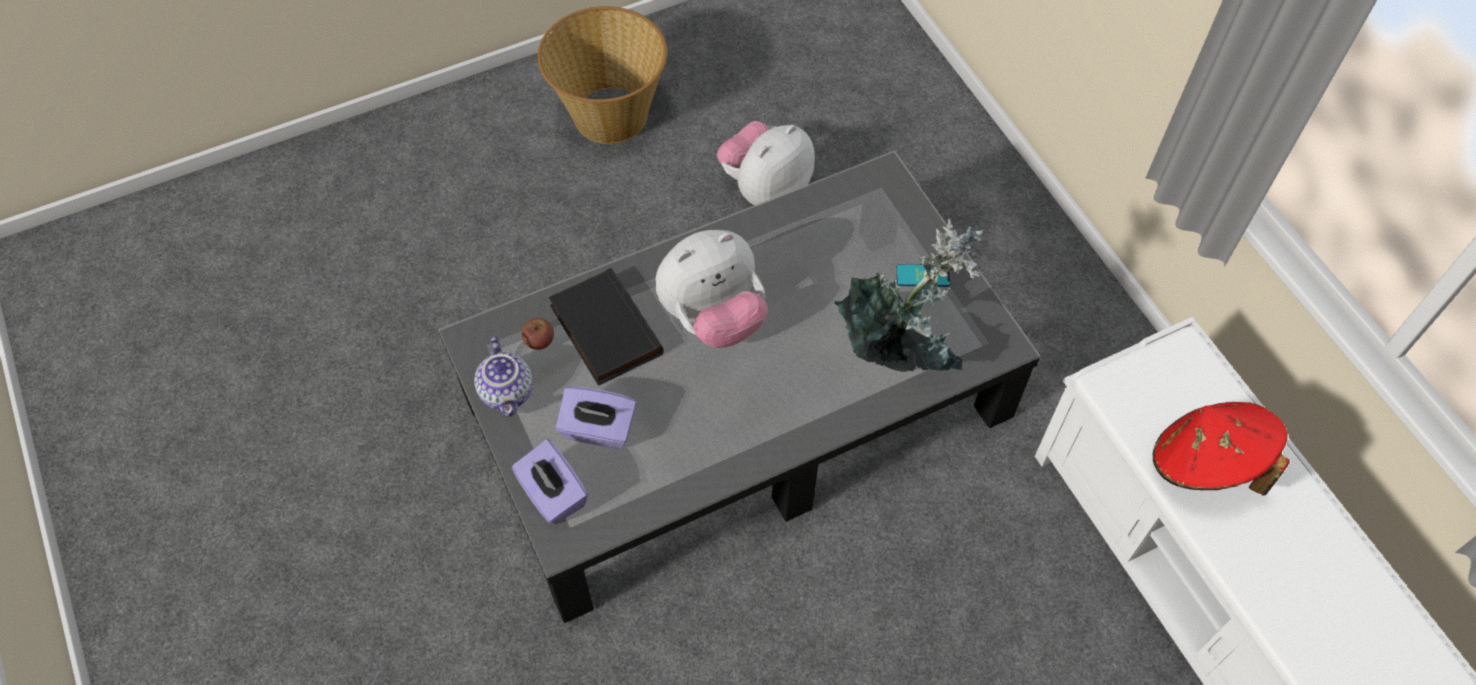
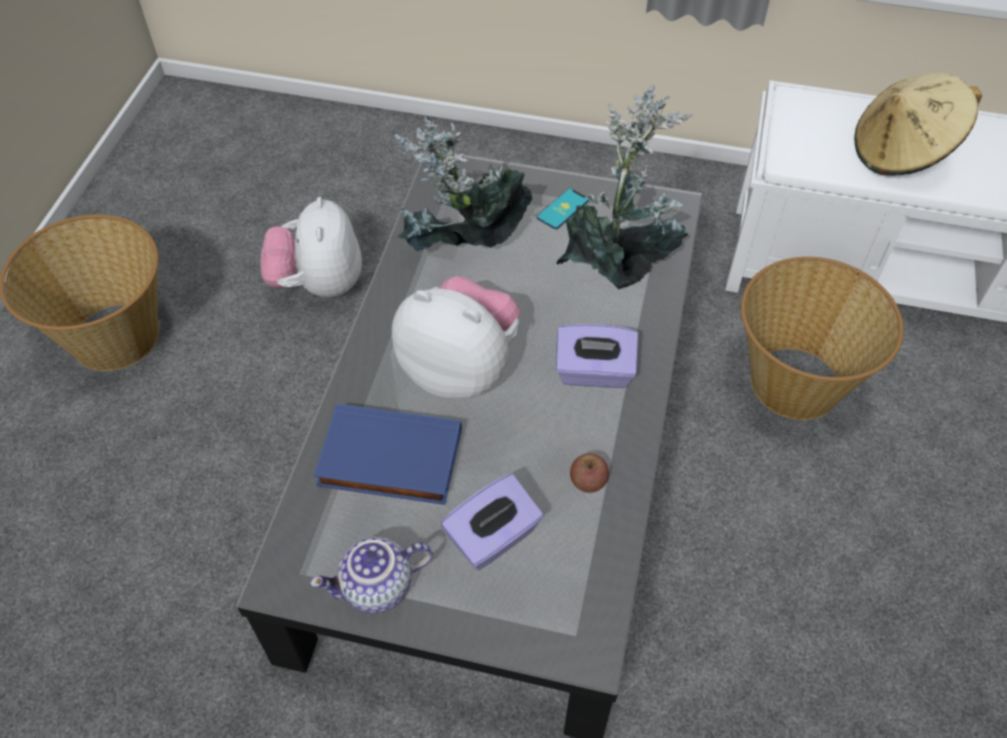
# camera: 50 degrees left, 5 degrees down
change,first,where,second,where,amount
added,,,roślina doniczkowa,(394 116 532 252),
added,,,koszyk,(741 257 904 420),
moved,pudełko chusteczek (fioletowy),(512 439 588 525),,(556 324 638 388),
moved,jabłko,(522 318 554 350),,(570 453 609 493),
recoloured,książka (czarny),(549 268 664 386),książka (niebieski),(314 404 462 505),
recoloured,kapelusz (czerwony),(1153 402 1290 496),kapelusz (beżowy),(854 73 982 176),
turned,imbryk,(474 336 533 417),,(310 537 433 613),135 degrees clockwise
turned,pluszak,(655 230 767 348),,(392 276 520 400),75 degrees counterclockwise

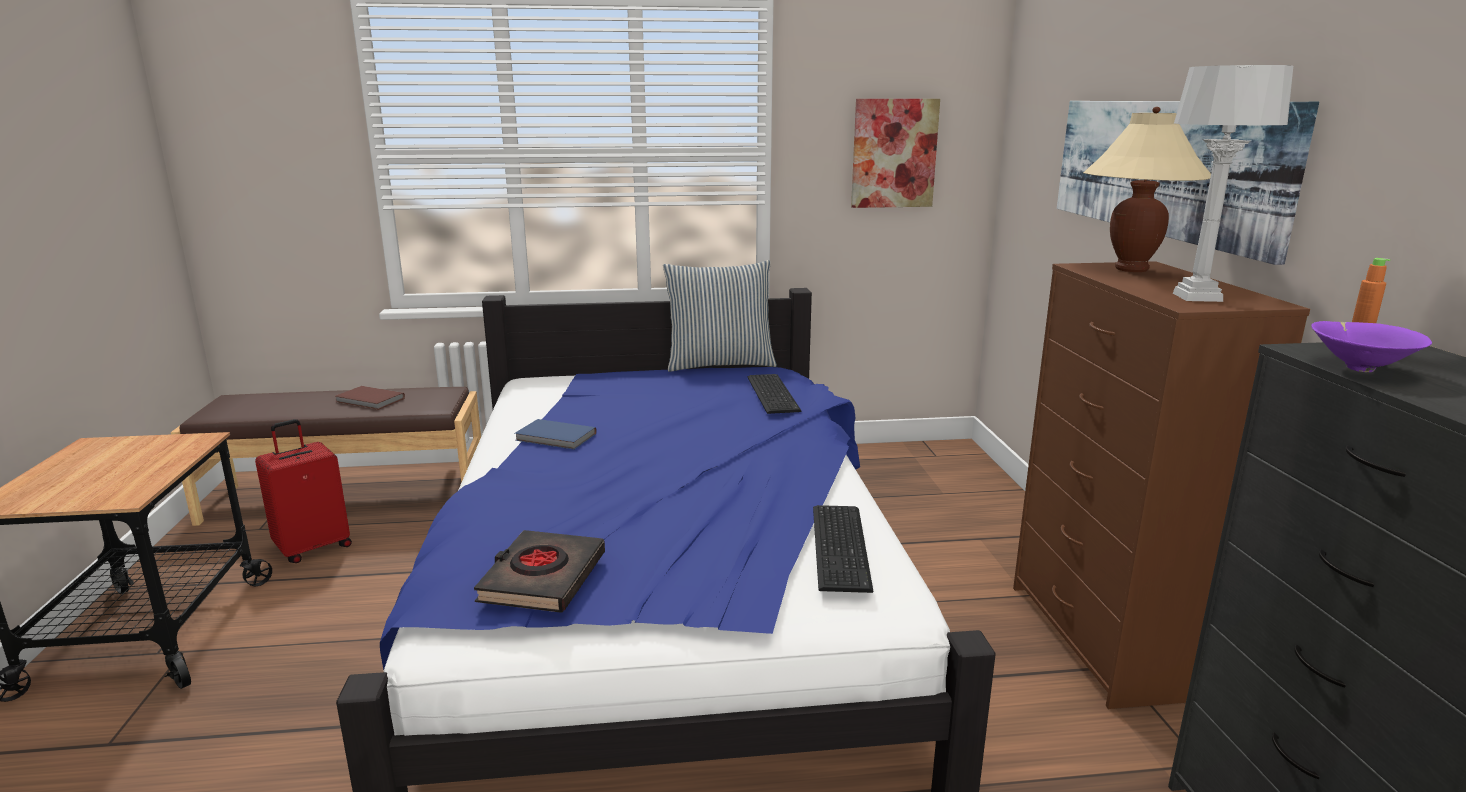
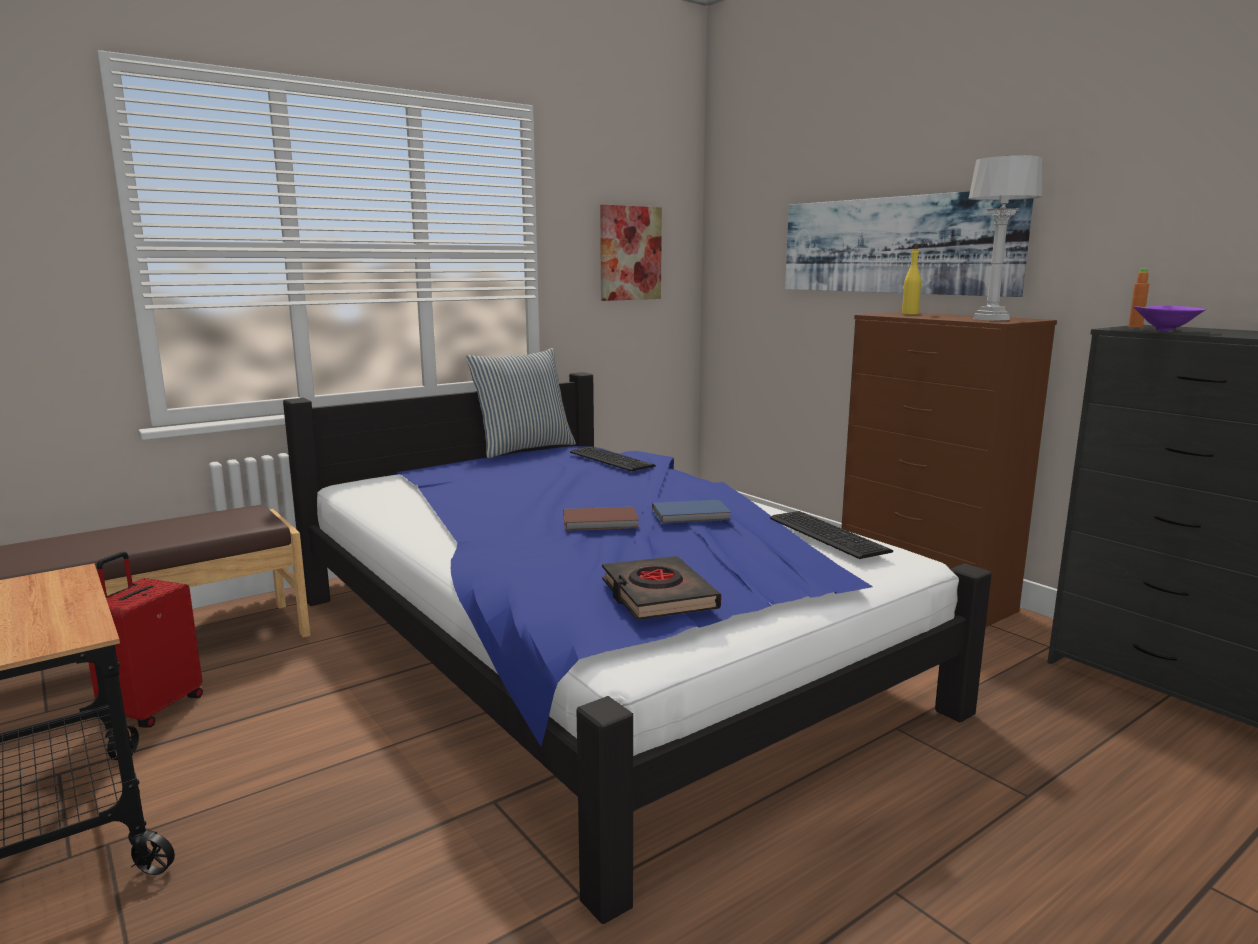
# camera: 30 degrees left, 5 degrees down
change,first,where,second,where,amount
moved,książka (brązowy),(336 386 405 410),,(563 507 639 531),
moved,książka (niebieski),(515 419 597 450),,(652 500 731 524),
replaced,lampa stołowa (beżowy),(1083 107 1211 272),butelka (żółty),(902 243 921 315),

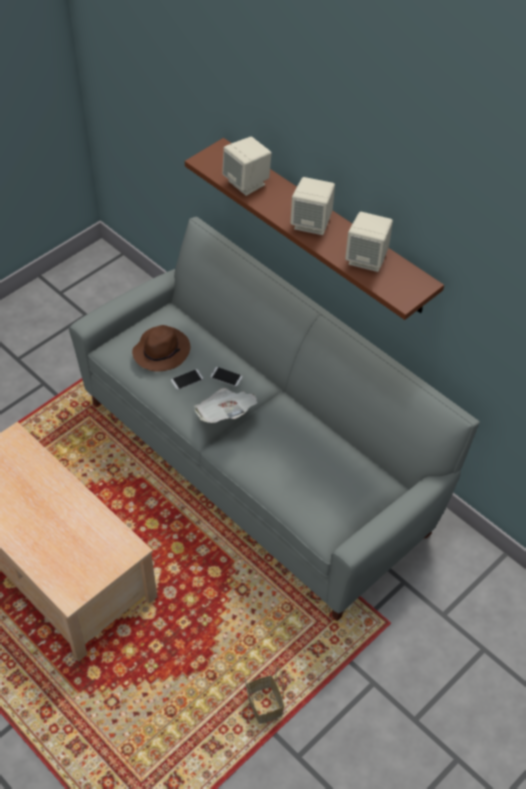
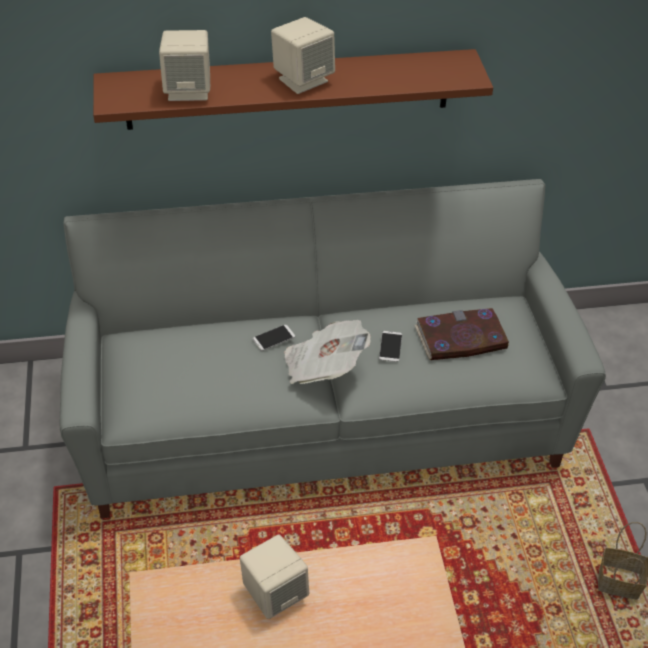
# camera: 55 degrees left, 5 degrees down
change,first,where,second,where,amount
removed,kapelusz (brązowy),(132 325 191 372),,,
added,,,książka,(415 308 509 360),
moved,telefon,(171 369 204 390),,(379 331 402 362),
moved,głośnik (beżowy),(345 212 393 272),,(240 534 309 619),

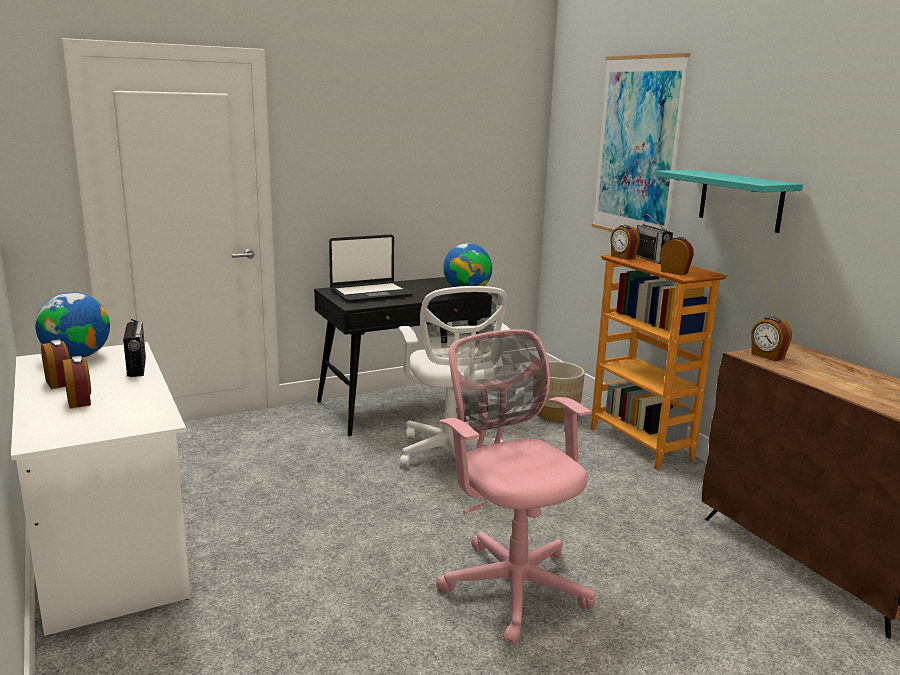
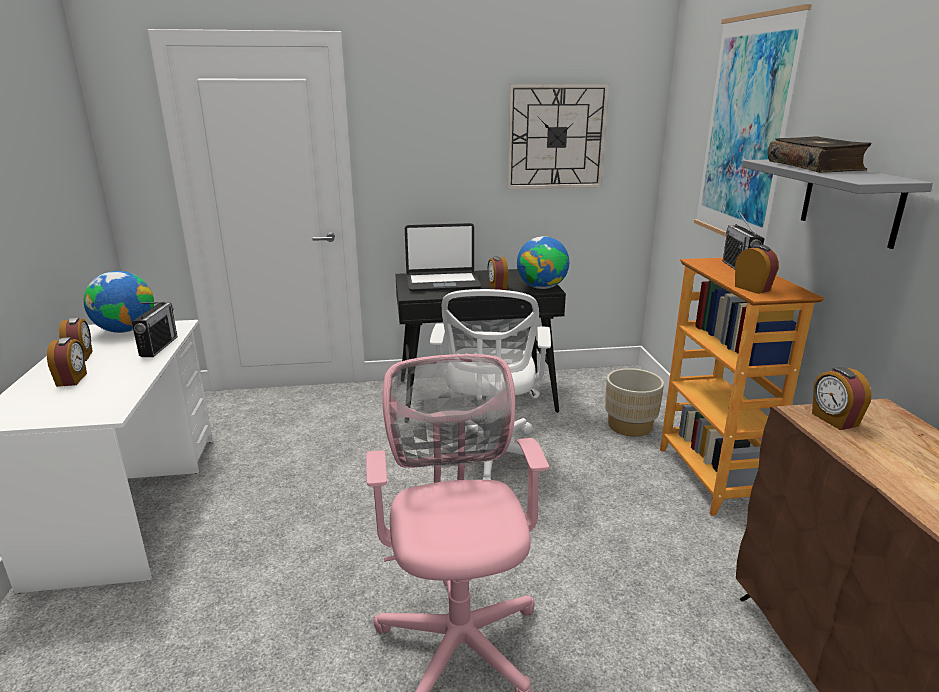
# camera: 20 degrees right, 5 degrees up
change,first,where,second,where,amount
added,,,zegar ścienny,(507 84 610 189),
added,,,książka,(768 136 872 173),
moved,budzik,(610 225 640 260),,(487 256 508 290),
recoloured,półka (turkusowy),(656 170 803 233),półka (szary),(742 160 933 249),

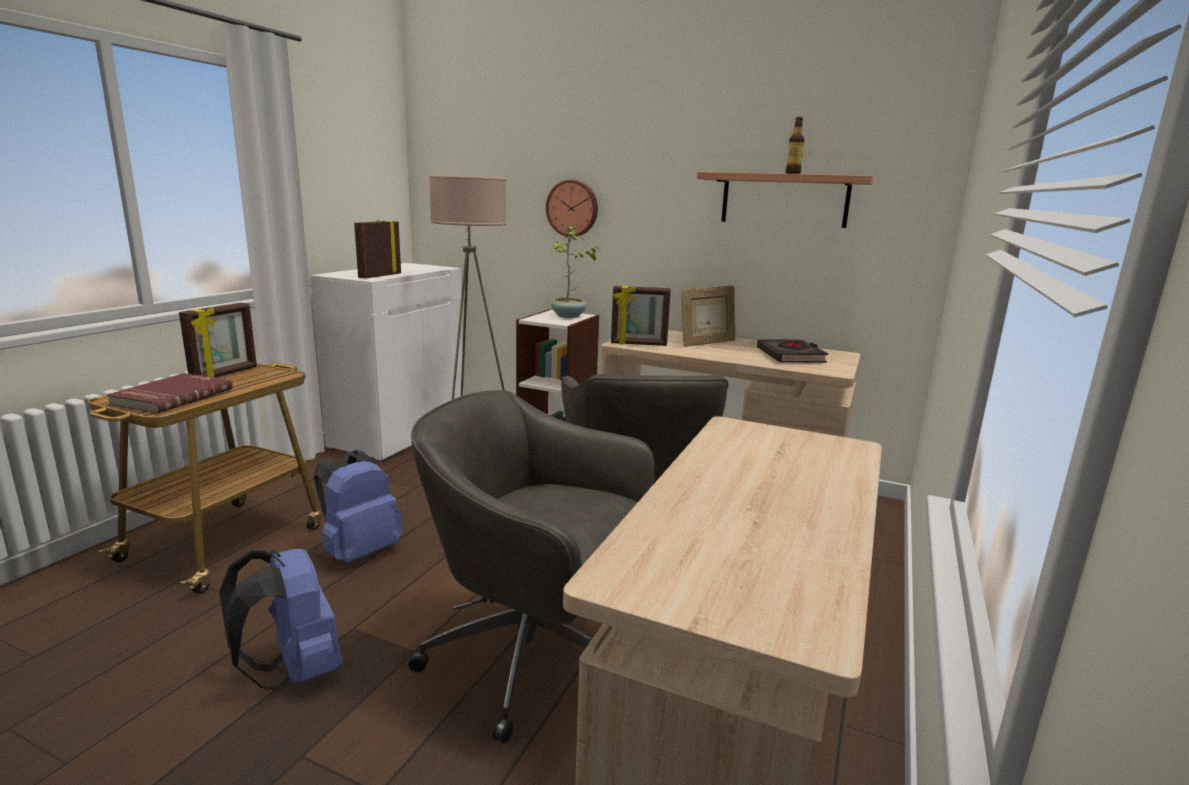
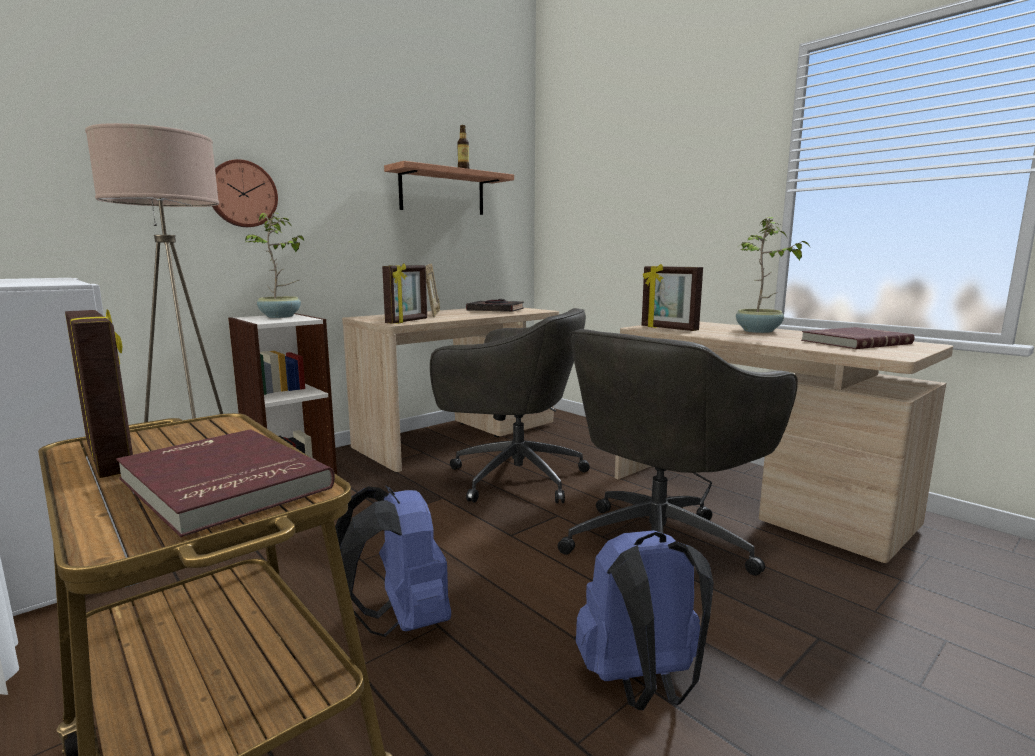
# camera: 65 degrees left, 5 degrees down
change,first,where,second,where,amount
added,,,roślina doniczkowa,(736 217 809 333),
added,,,książka (czerwony),(801 327 914 349),
moved,ramka na zdjęcie,(354 219 401 279),,(642 264 703 331),

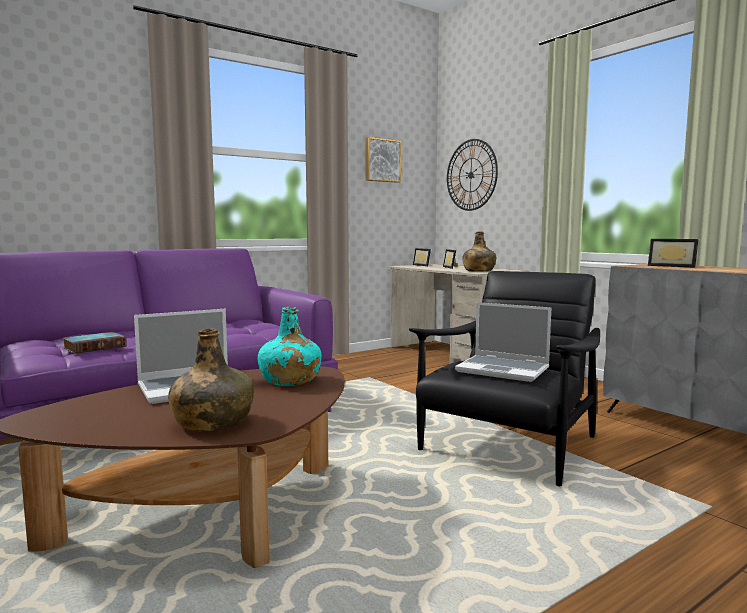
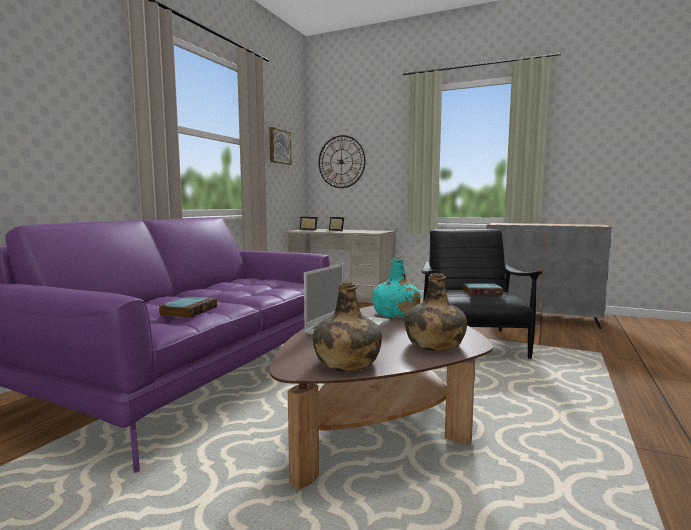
# camera: 30 degrees left, 0 degrees up
change,first,where,second,where,amount
removed,ramka na zdjęcie,(648 239 698 268),,,
moved,butelka (zielony),(462 231 496 272),,(313 282 382 371),
replaced,laptop,(455 302 552 382),książka,(462 284 503 295),

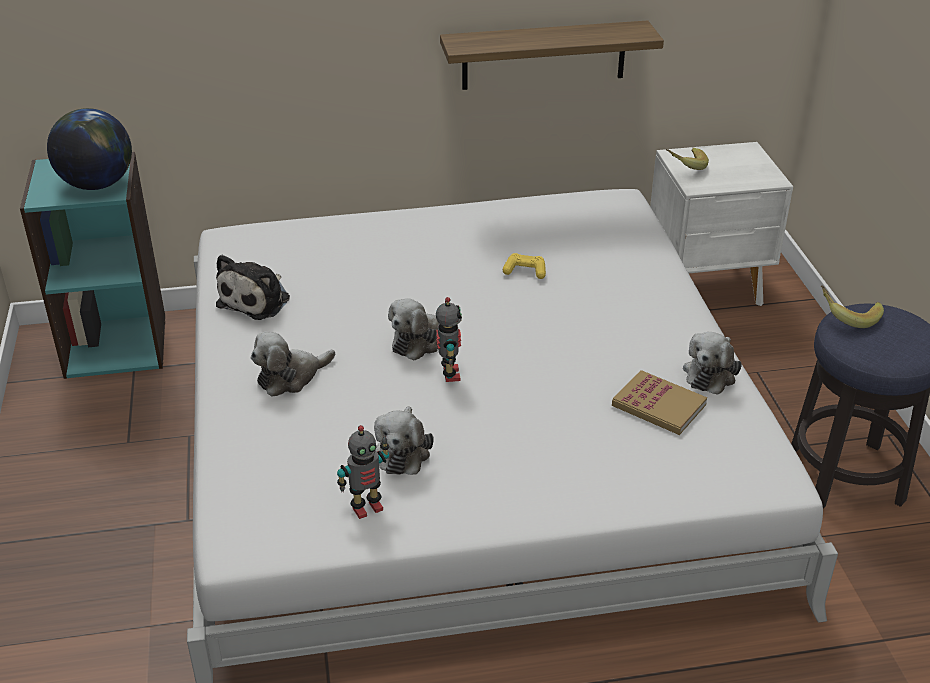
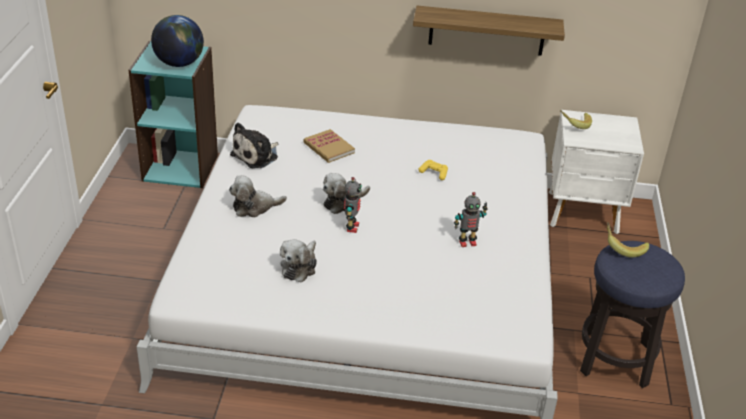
# camera: 15 degrees right, 0 degrees up
change,first,where,second,where,amount
removed,pluszak,(683 332 742 395),,,
moved,robot zabawkowy,(337 425 389 519),,(454 192 488 247),
moved,książka,(612 370 707 435),,(304 129 355 163),

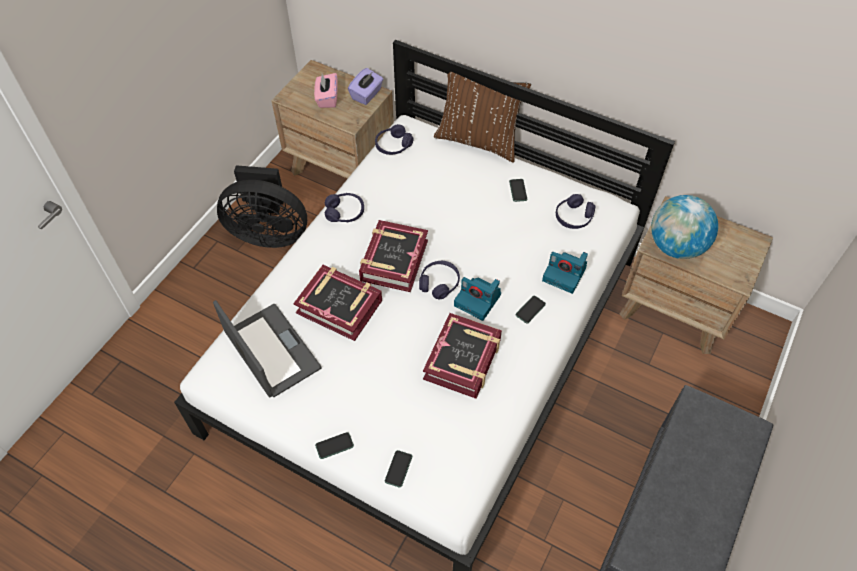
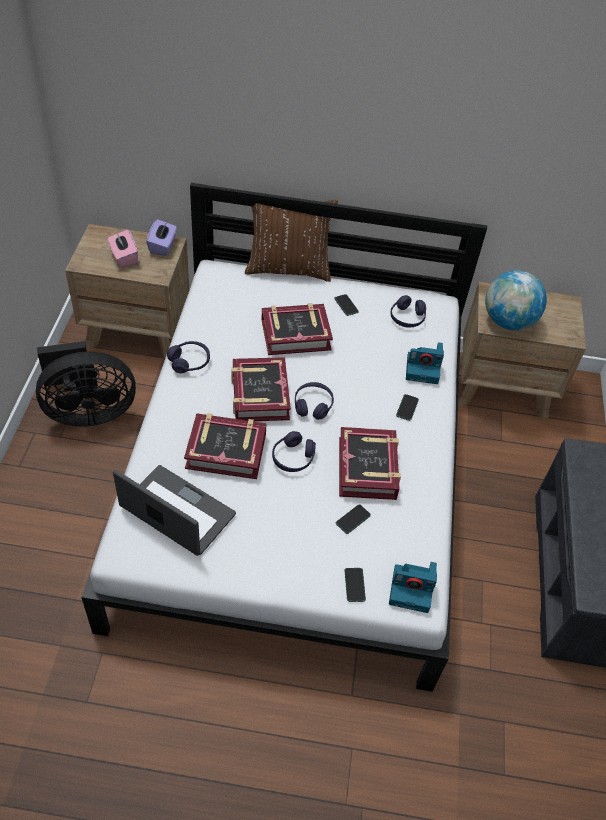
# camera: 25 degrees left, 5 degrees down
change,first,where,second,where,amount
added,,,książka,(261 303 333 355),
moved,telefon,(315 432 354 459),,(336 504 371 534),
moved,słuchawki (fioletowy),(375 124 413 155),,(272 431 316 472),
moved,aparat fotograficzny,(454 277 501 321),,(389 562 437 613),

